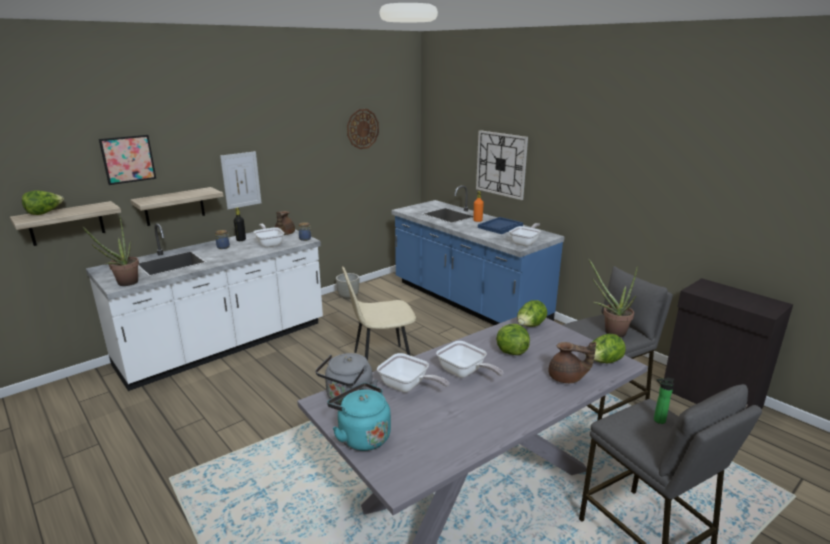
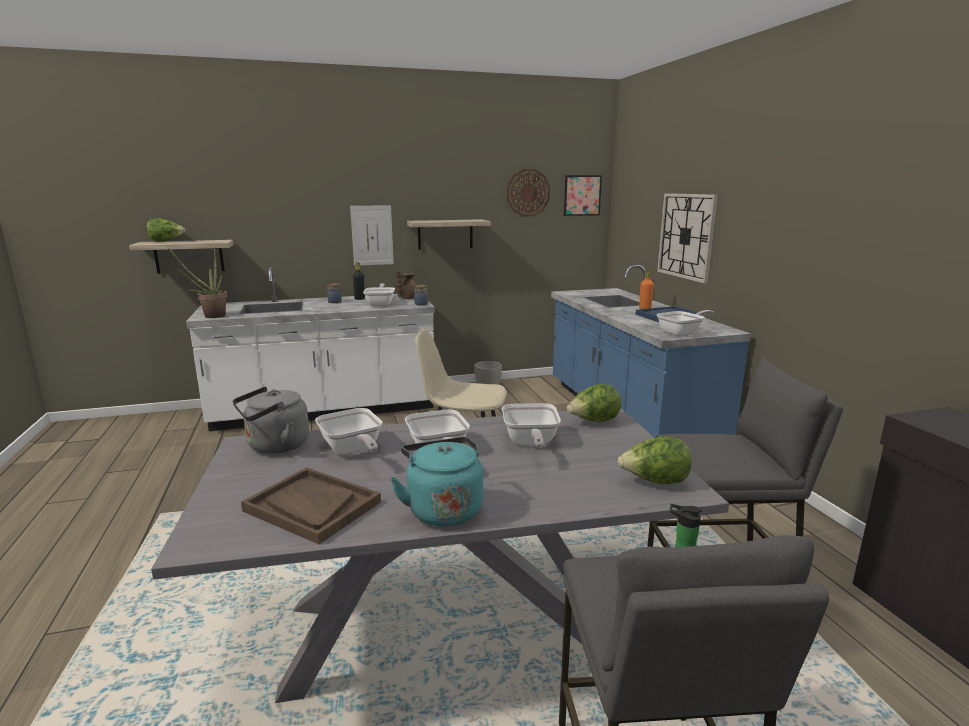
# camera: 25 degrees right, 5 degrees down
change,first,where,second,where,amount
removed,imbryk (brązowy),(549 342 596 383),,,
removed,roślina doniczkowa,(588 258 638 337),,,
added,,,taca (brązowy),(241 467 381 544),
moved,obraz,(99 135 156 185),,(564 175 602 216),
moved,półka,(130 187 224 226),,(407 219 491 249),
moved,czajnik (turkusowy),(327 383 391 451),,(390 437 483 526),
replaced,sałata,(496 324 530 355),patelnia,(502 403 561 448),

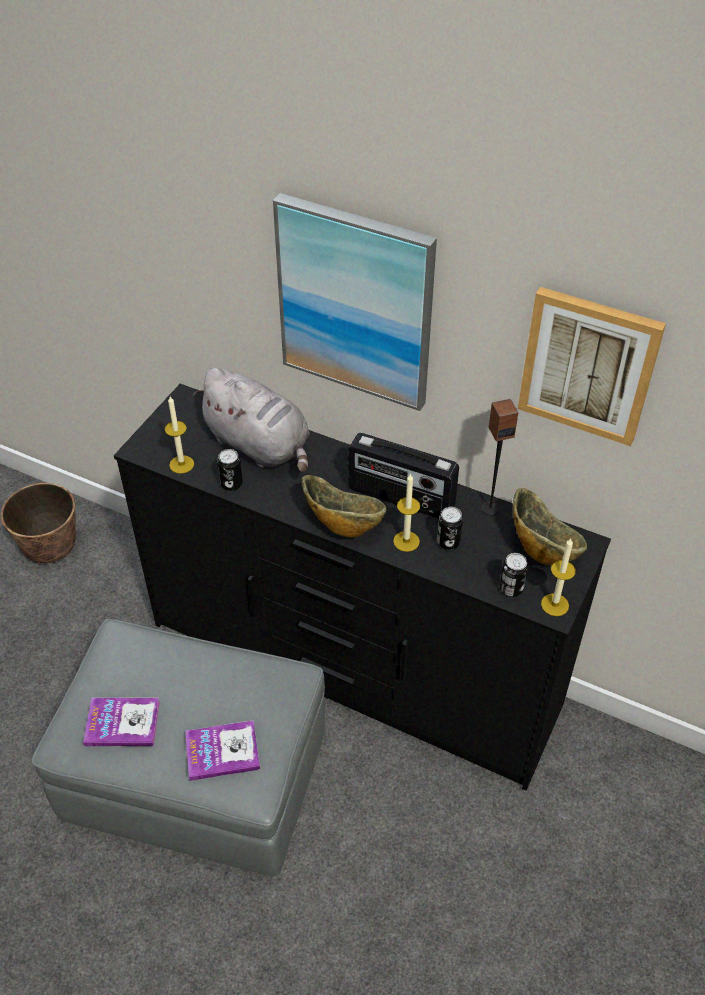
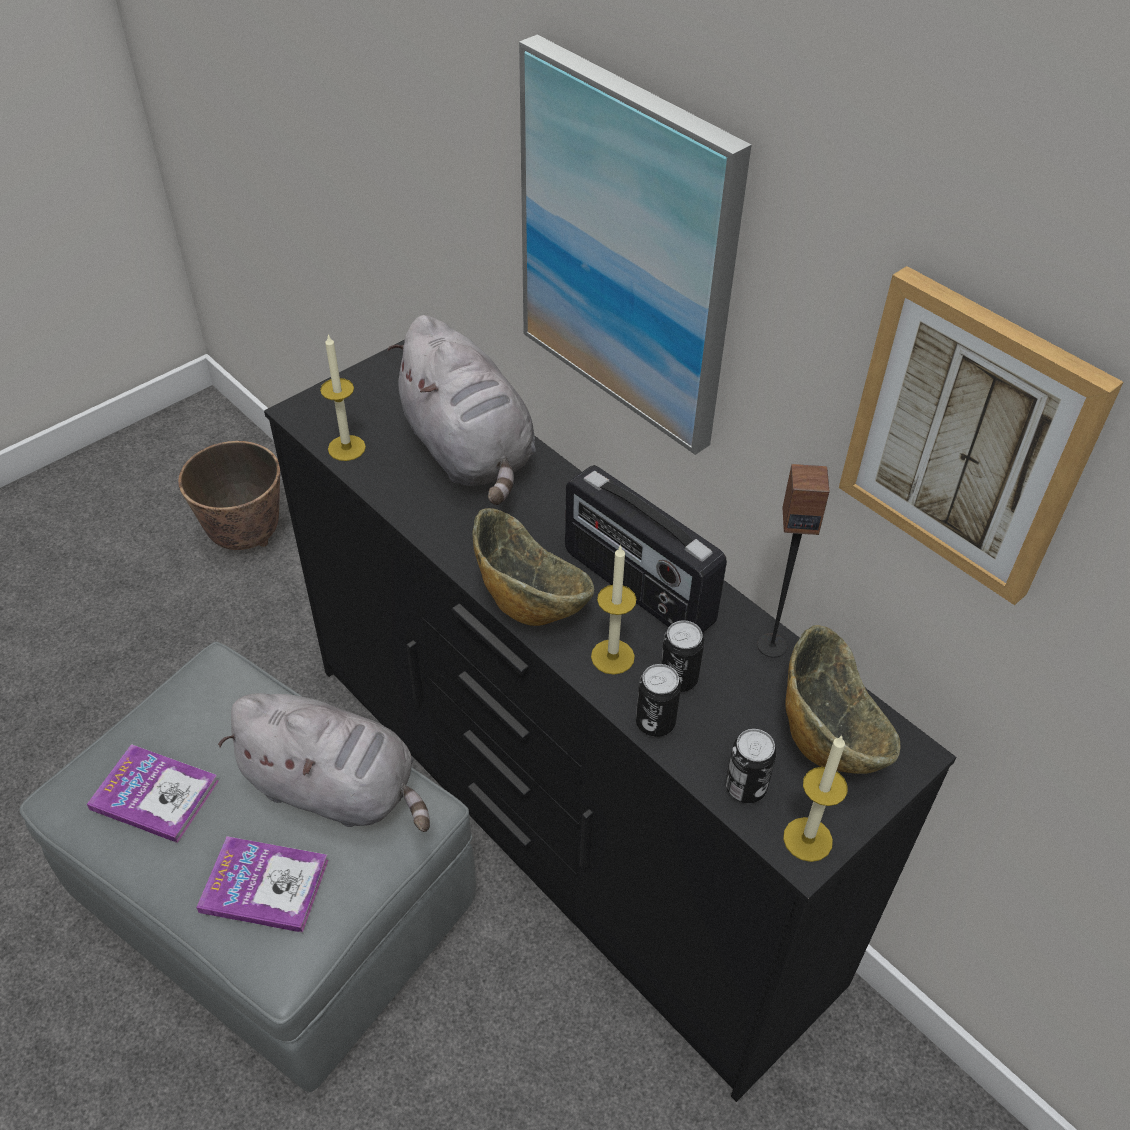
# camera: 20 degrees right, 0 degrees up
change,first,where,second,where,amount
added,,,pluszak (szary),(218 693 430 832),
moved,puszka,(217 449 243 491),,(636 664 681 737),

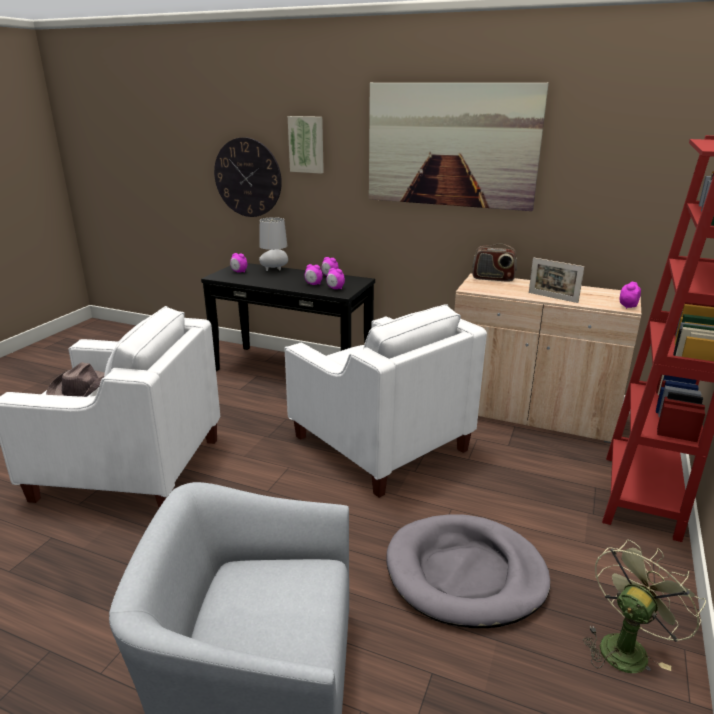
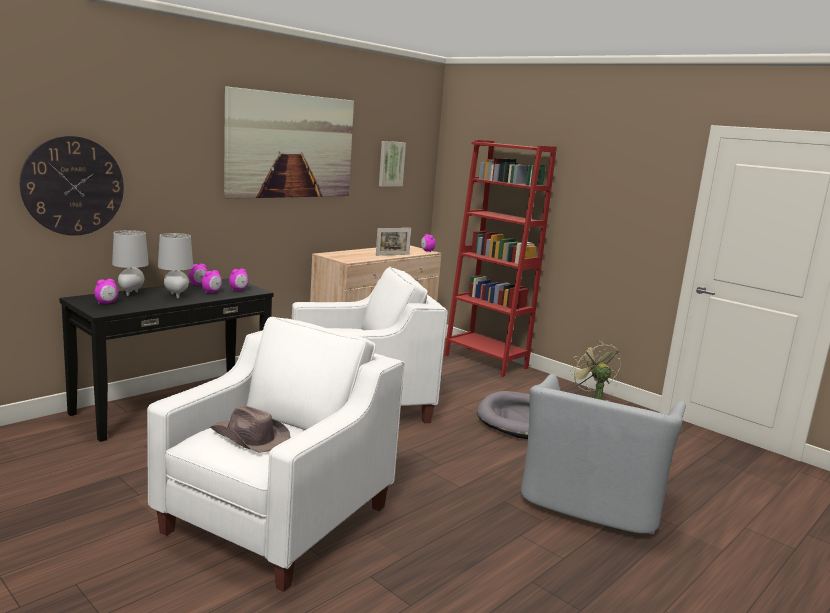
# camera: 70 degrees left, 10 degrees down
change,first,where,second,where,amount
removed,radio,(472 243 517 282),,,
added,,,lampa stołowa (szary),(158 233 193 298),
moved,obraz,(288 116 324 174),,(379 141 406 187),

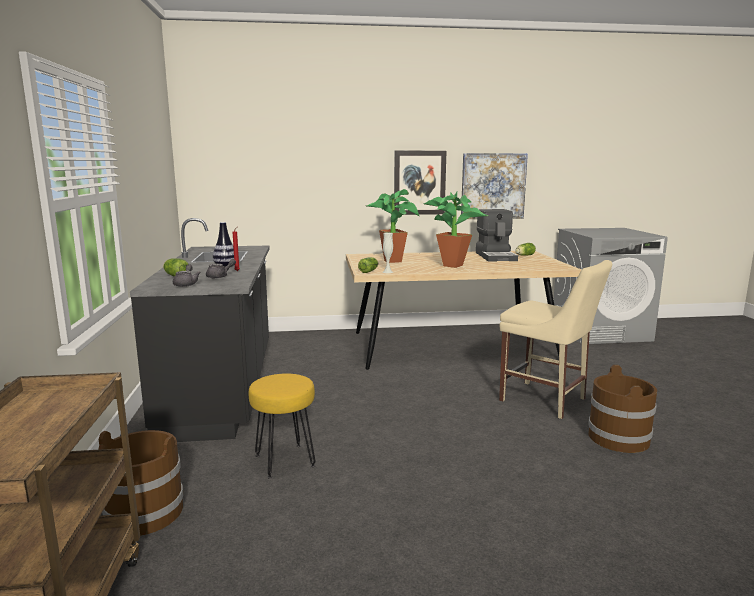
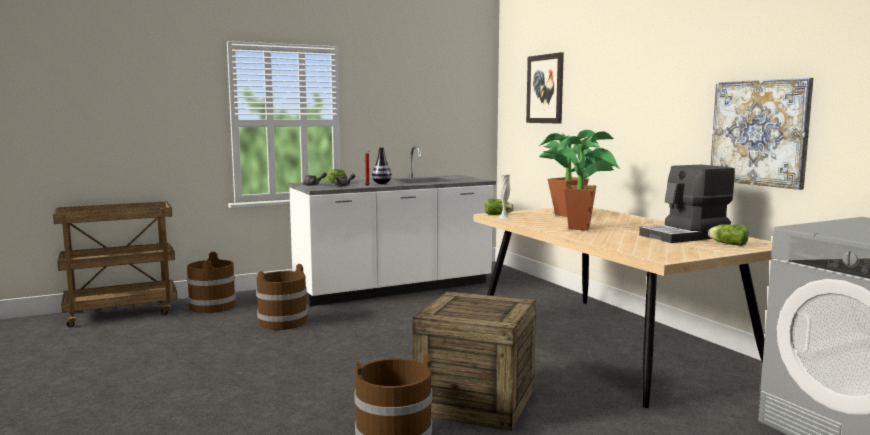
# camera: 70 degrees right, 5 degrees down
change,first,where,second,where,amount
moved,obraz,(394 151 447 215),,(526 52 564 124),
replaced,stołek (żółty),(249 374 315 478),wiadro (brązowy),(256 264 307 330),
replaced,krzesło (beżowy),(499 260 612 419),skrzynka,(413 291 536 431),
recoloured,zabudowa kuchenna (czarny),(130 218 270 442),zabudowa kuchenna (biały),(288 146 496 306),

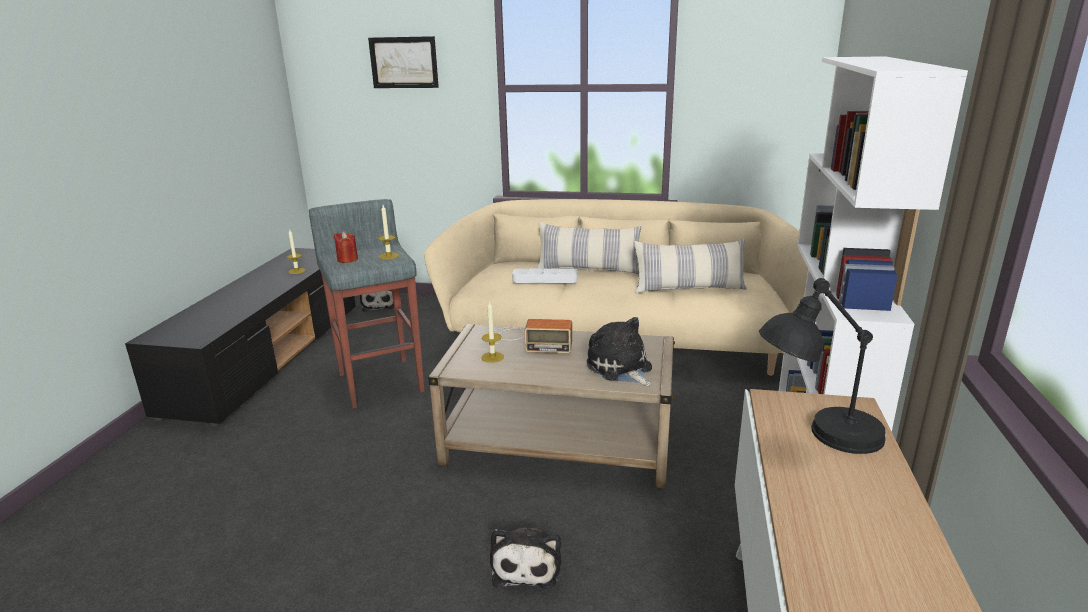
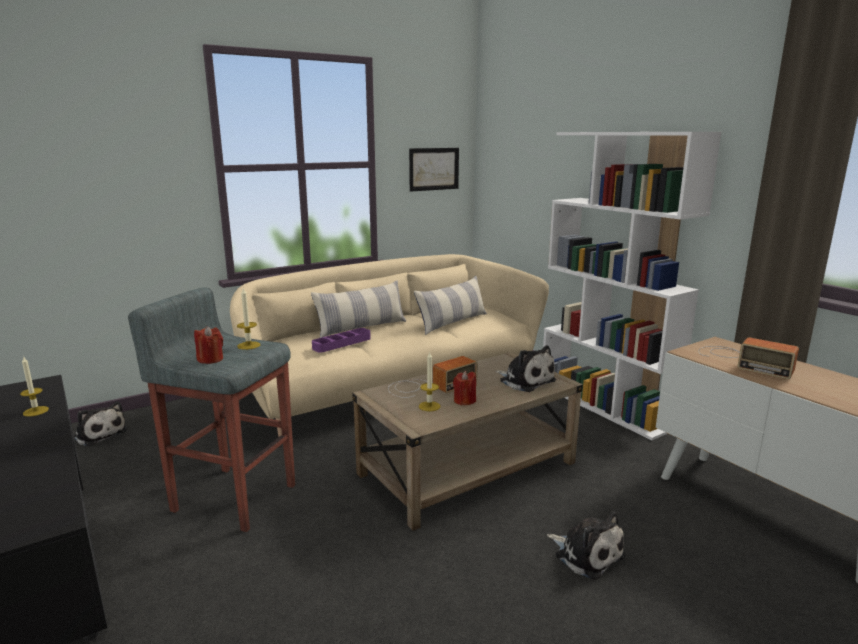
# camera: 45 degrees left, 5 degrees down
change,first,where,second,where,amount
added,,,świeca (czerwony),(453 371 476 405),
moved,obraz,(368 36 439 88),,(409 148 459 192),
replaced,lampa stołowa (czarny),(759 278 886 454),radio,(698 337 799 379),
recoloured,taca (biały),(512 269 578 283),taca (fioletowy),(312 328 371 353),
turned,pluszak,(587 317 652 386),,(495 345 556 392),150 degrees counterclockwise

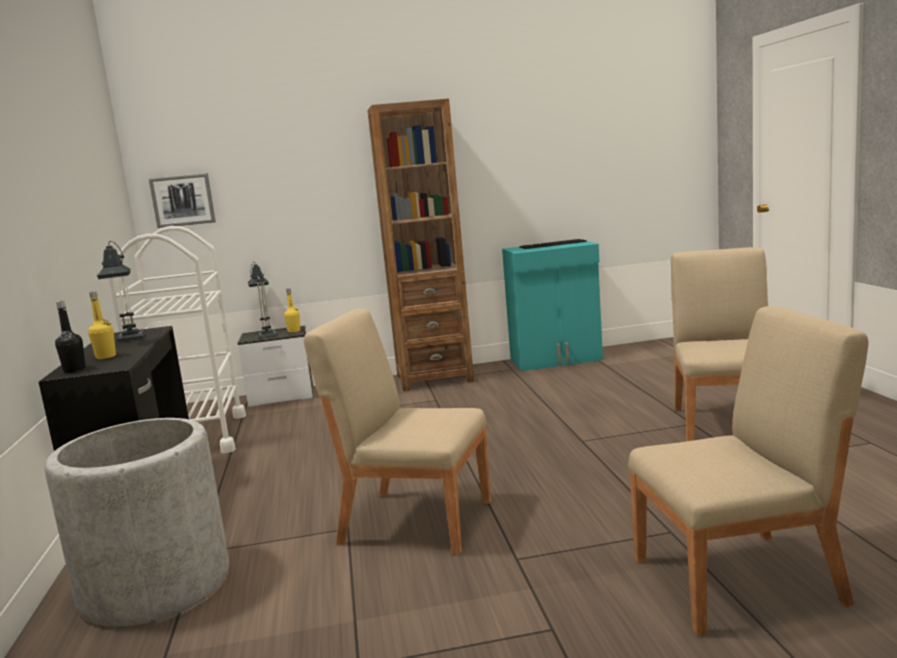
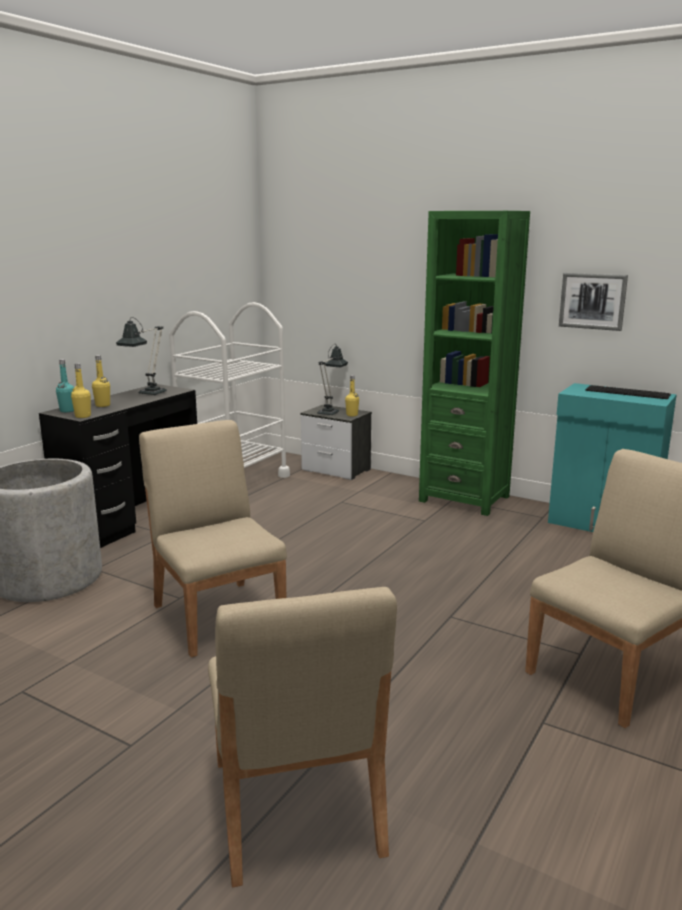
# camera: 40 degrees right, 5 degrees up
change,first,where,second,where,amount
added,,,butelka (żółty),(71 363 91 418),
moved,obraz,(149 173 216 228),,(559 273 628 331),
recoloured,butelka (czarny),(55 300 85 373),butelka (turkusowy),(56 359 74 412),
recoloured,regał (brązowy),(367 98 474 391),regał (zielony),(419 211 530 516),
turned,krzesło (beżowy),(628 306 868 636),,(208 587 397 887),45 degrees clockwise

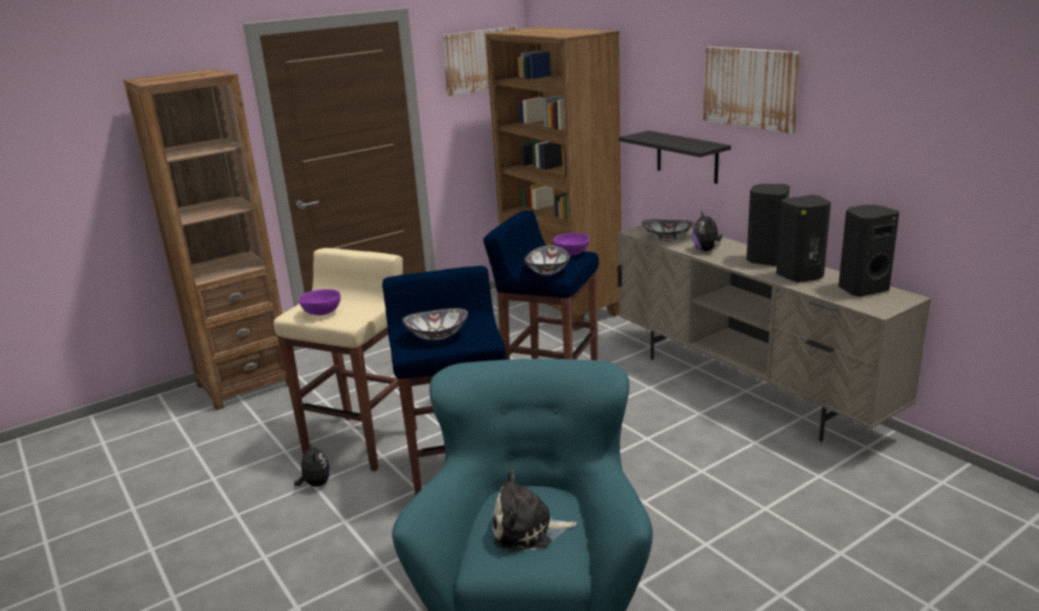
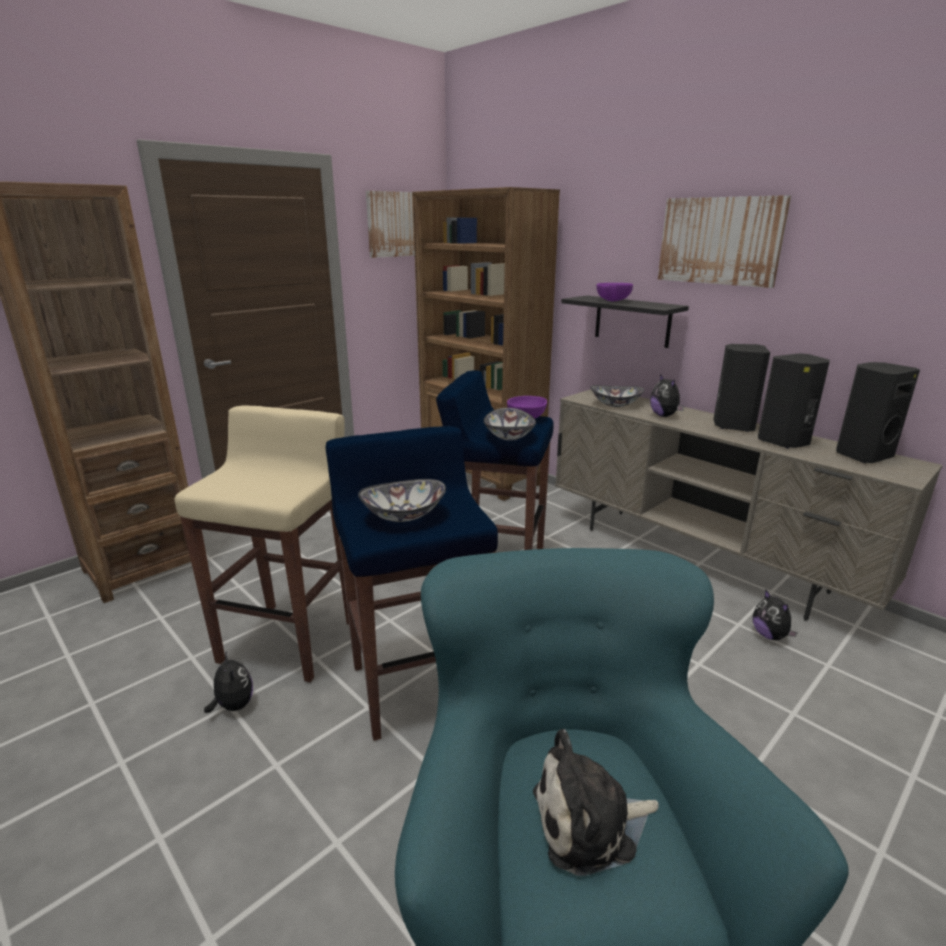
# camera: 10 degrees left, 0 degrees up
change,first,where,second,where,amount
added,,,pluszak,(753 589 798 640),
moved,miska (fioletowy),(299 289 341 315),,(596 283 633 301),

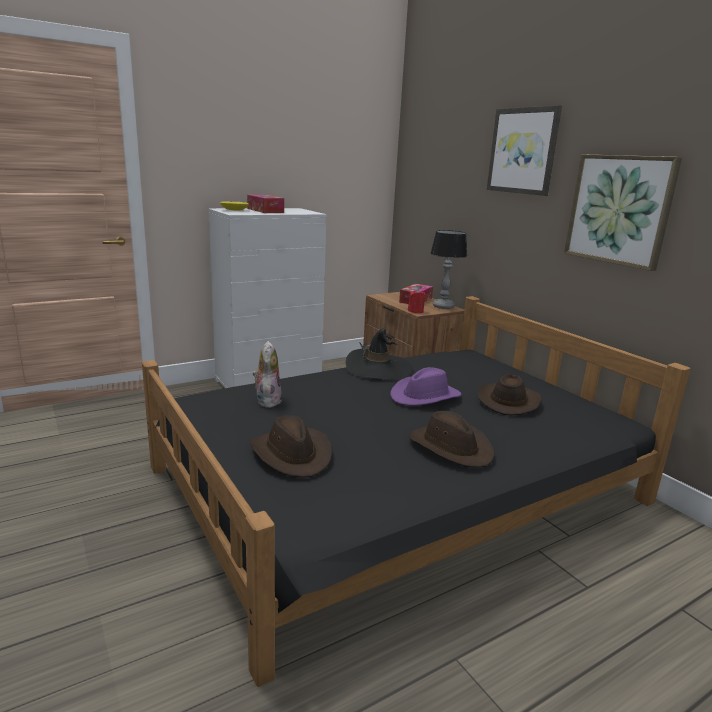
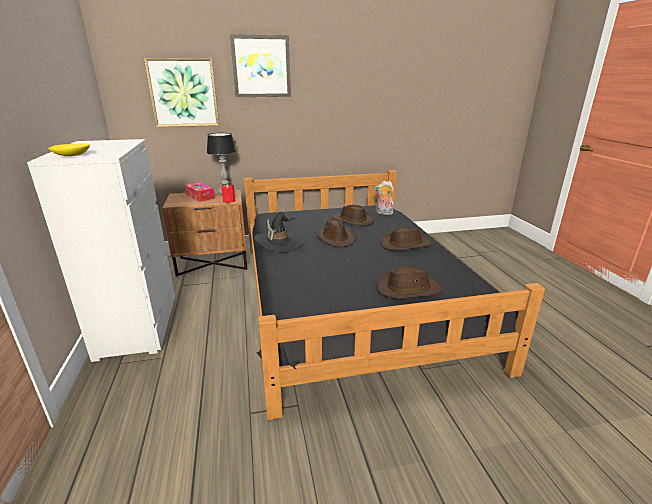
# camera: 70 degrees left, 5 degrees up
change,first,where,second,where,amount
removed,pudełko chusteczek,(247 195 284 213),,,
moved,pluszak,(253 341 281 408),,(375 181 394 215),
moved,obraz,(564 154 682 271),,(144 58 219 127),
recoloured,kapelusz (fioletowy),(390 367 462 406),kapelusz (brązowy),(315 219 357 247),

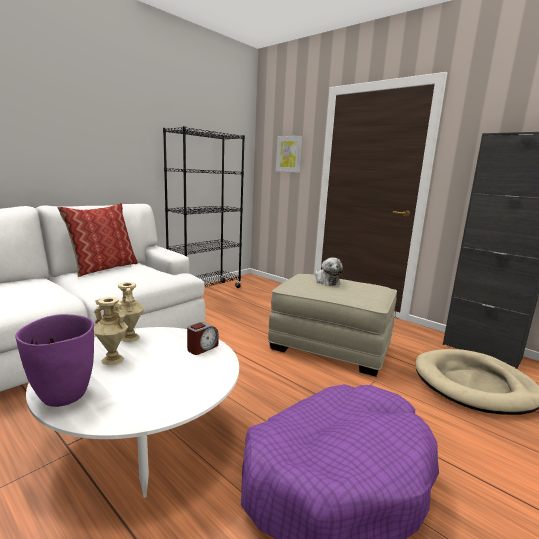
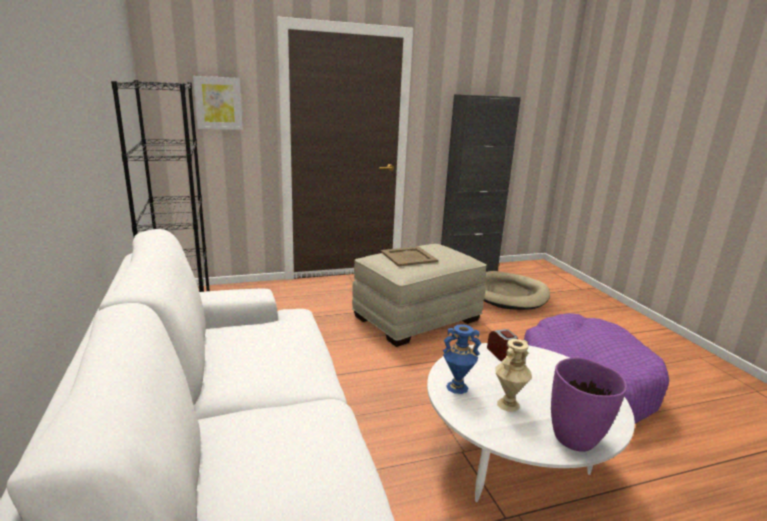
# camera: 60 degrees left, 5 degrees up
change,first,where,second,where,amount
removed,poduszka,(58 203 138 277),,,
replaced,pluszak,(314 257 343 286),taca (beżowy),(381 246 438 267),
recoloured,wazon (beżowy),(115 282 144 342),wazon (niebieski),(443 324 481 394),

